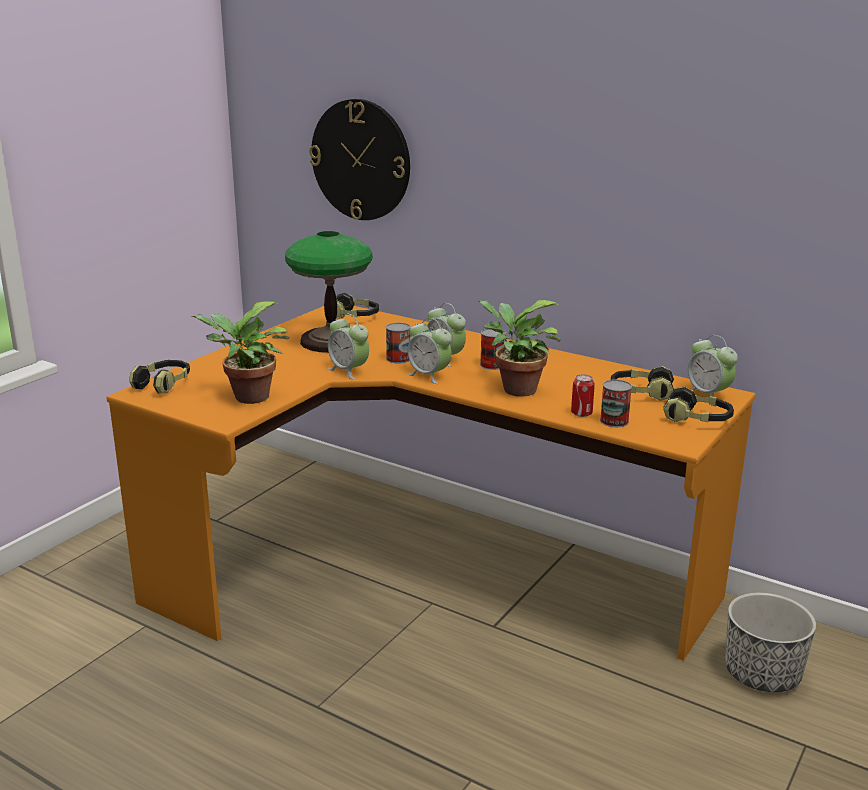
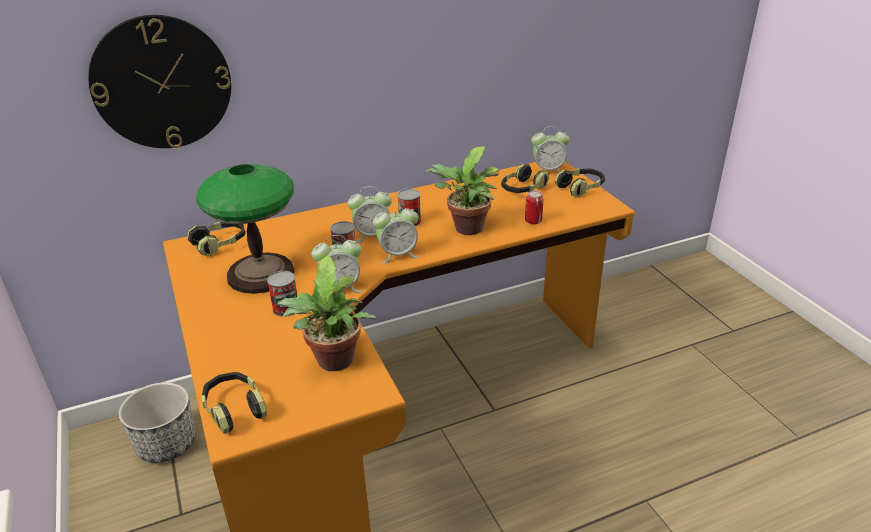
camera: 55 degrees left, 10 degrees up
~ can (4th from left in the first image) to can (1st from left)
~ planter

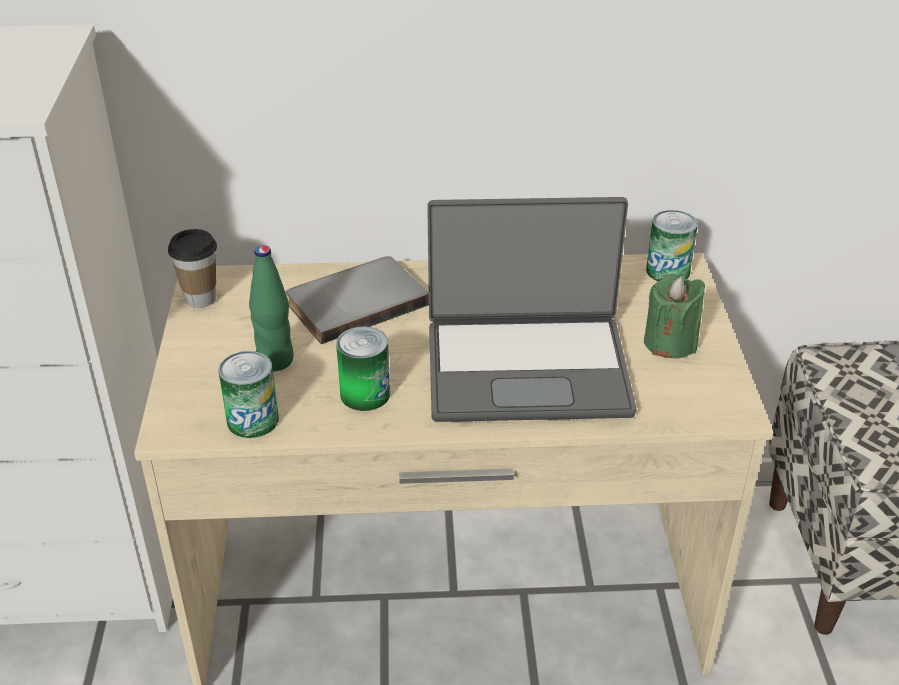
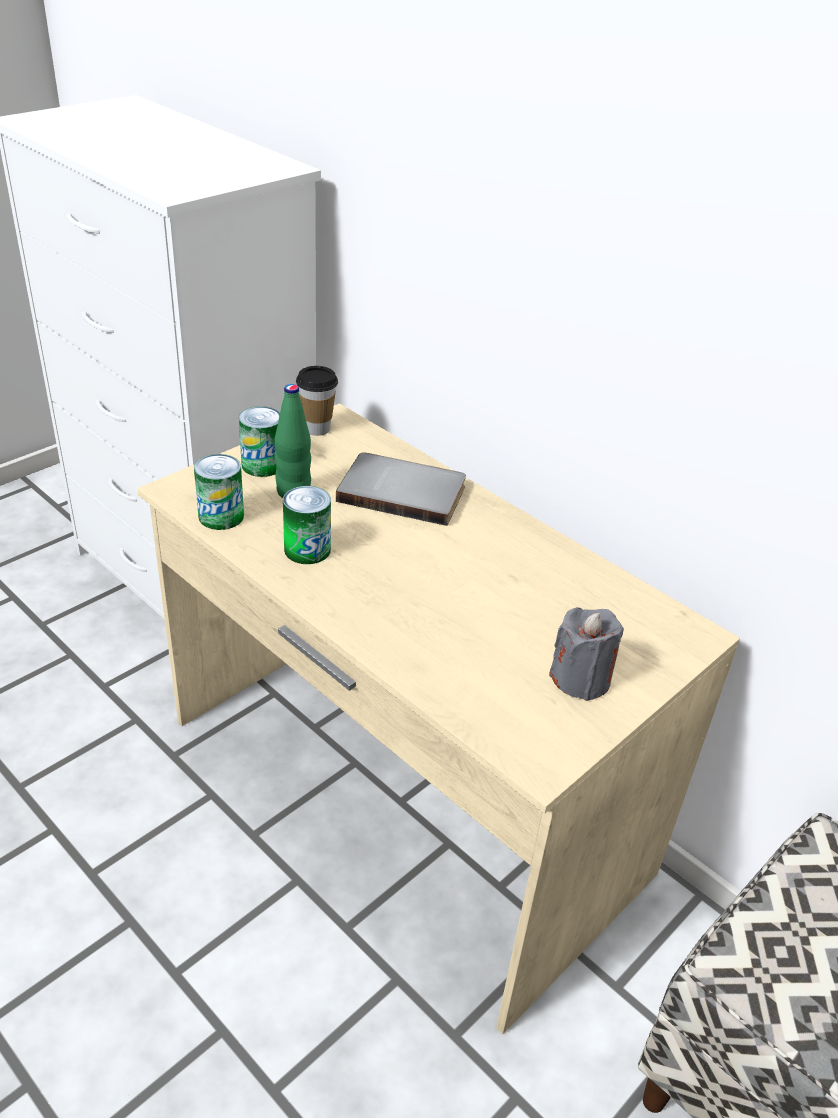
camera: 45 degrees right, 0 degrees up
- laptop
~ can (3rd from left in the first image) to can (2nd from left)
~ green candle to grey candle

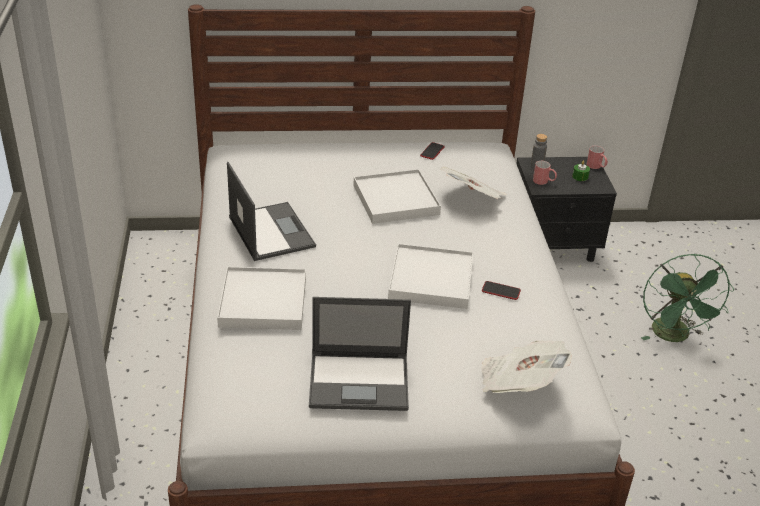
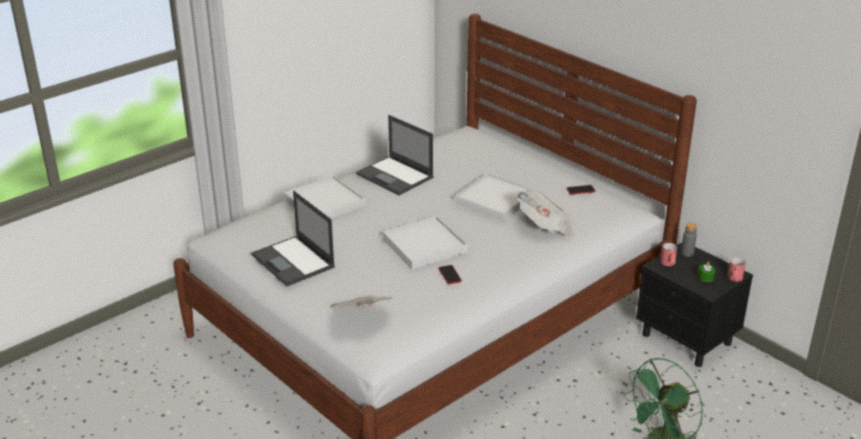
camera: 55 degrees right, 5 degrees down
~ laptop (1st from left in the first image) 105 degrees clockwise

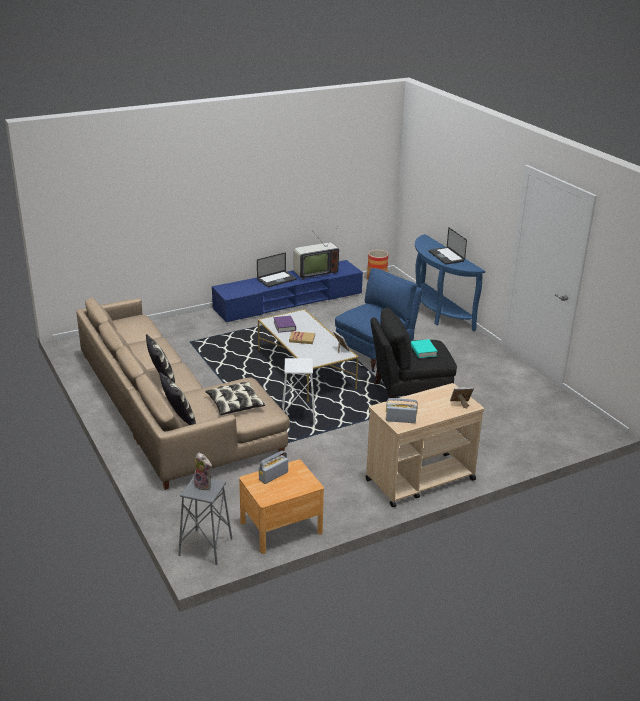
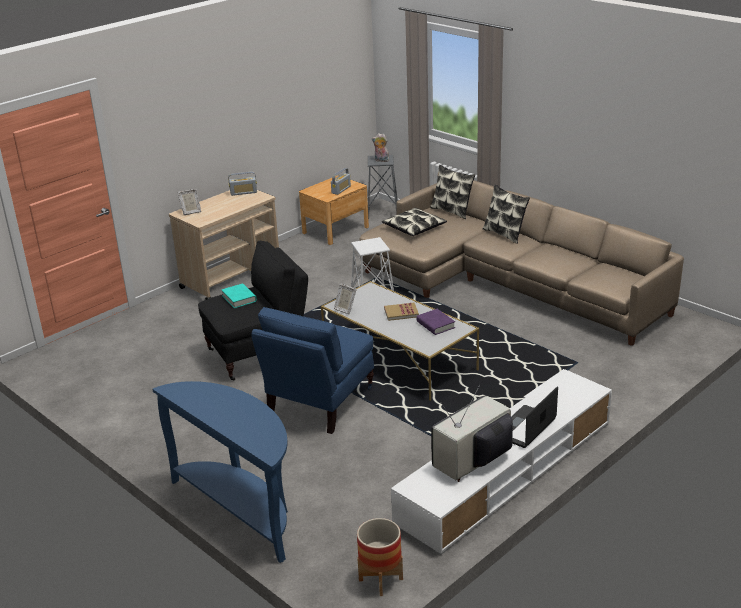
camera: 165 degrees right, 0 degrees up
- laptop (2nd from left)
~ blue tv stand to white tv stand

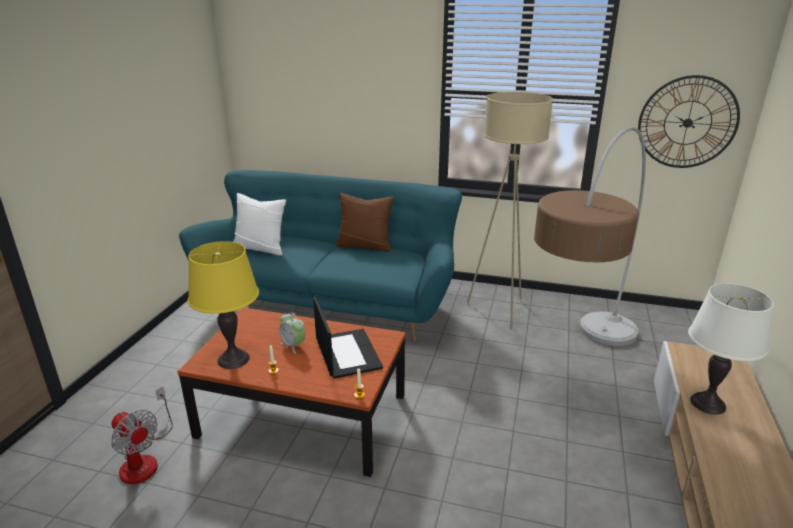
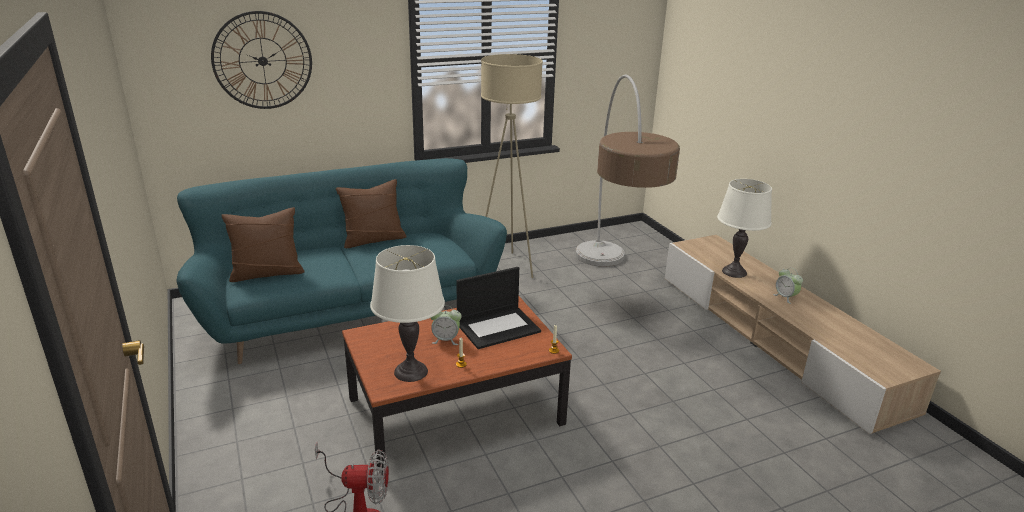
camera: 40 degrees left, 0 degrees up
~ wall clock
~ white pillow to brown pillow (1st from left)
~ yellow table lamp to white table lamp (1st from left)
~ laptop 120 degrees clockwise
+ alarm clock (2nd from left)

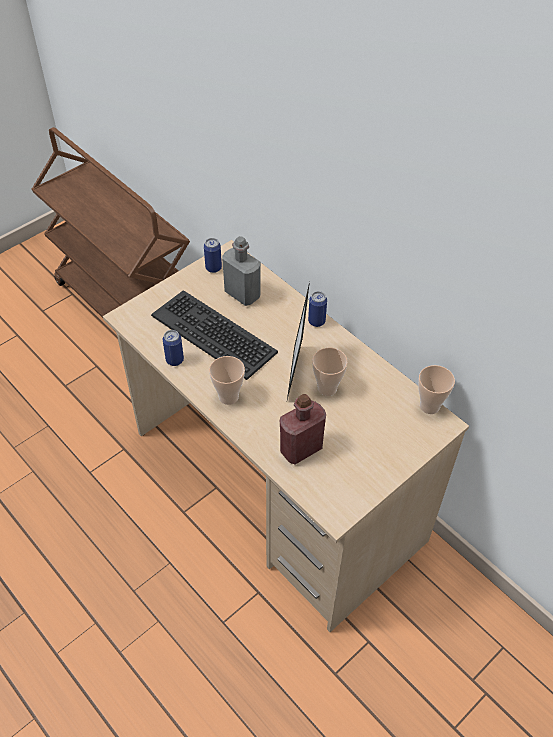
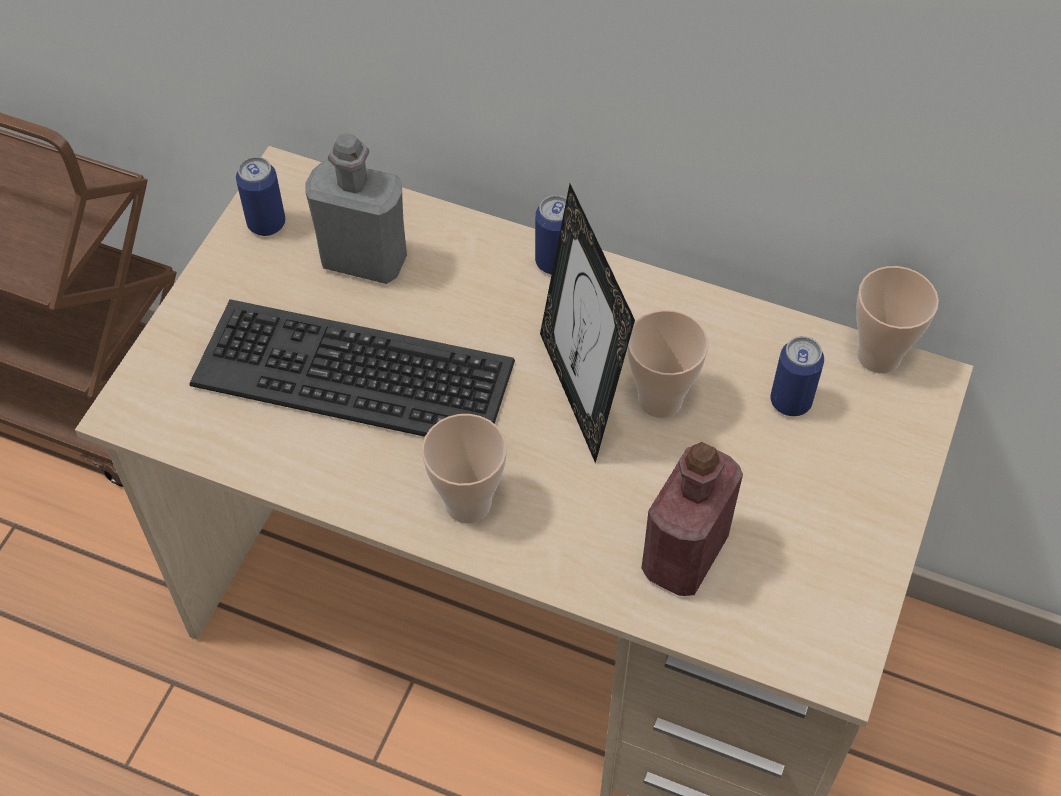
camera: 25 degrees left, 5 degrees up
~ can (1st from left in the first image) to can (3rd from left)

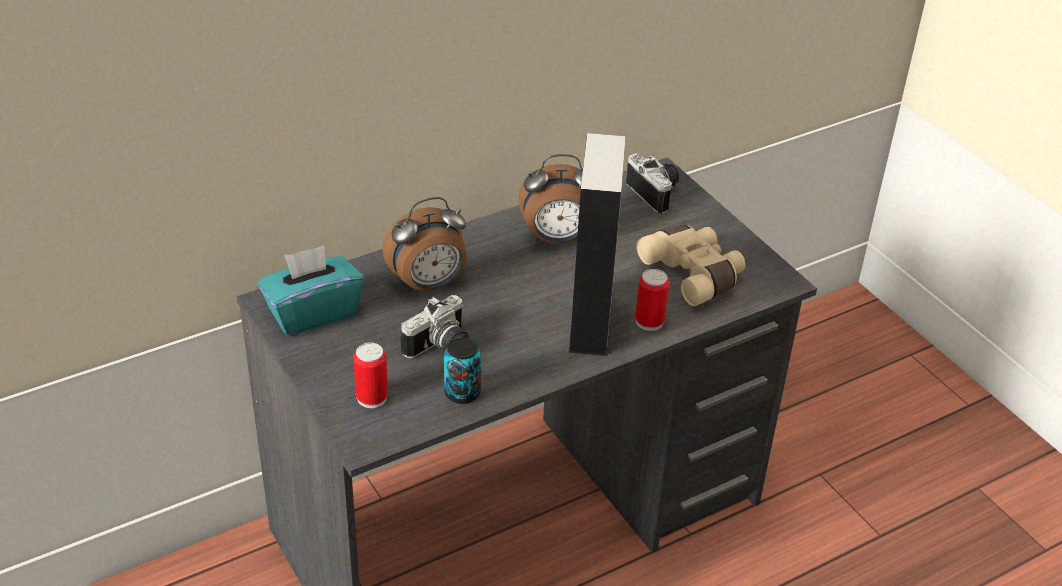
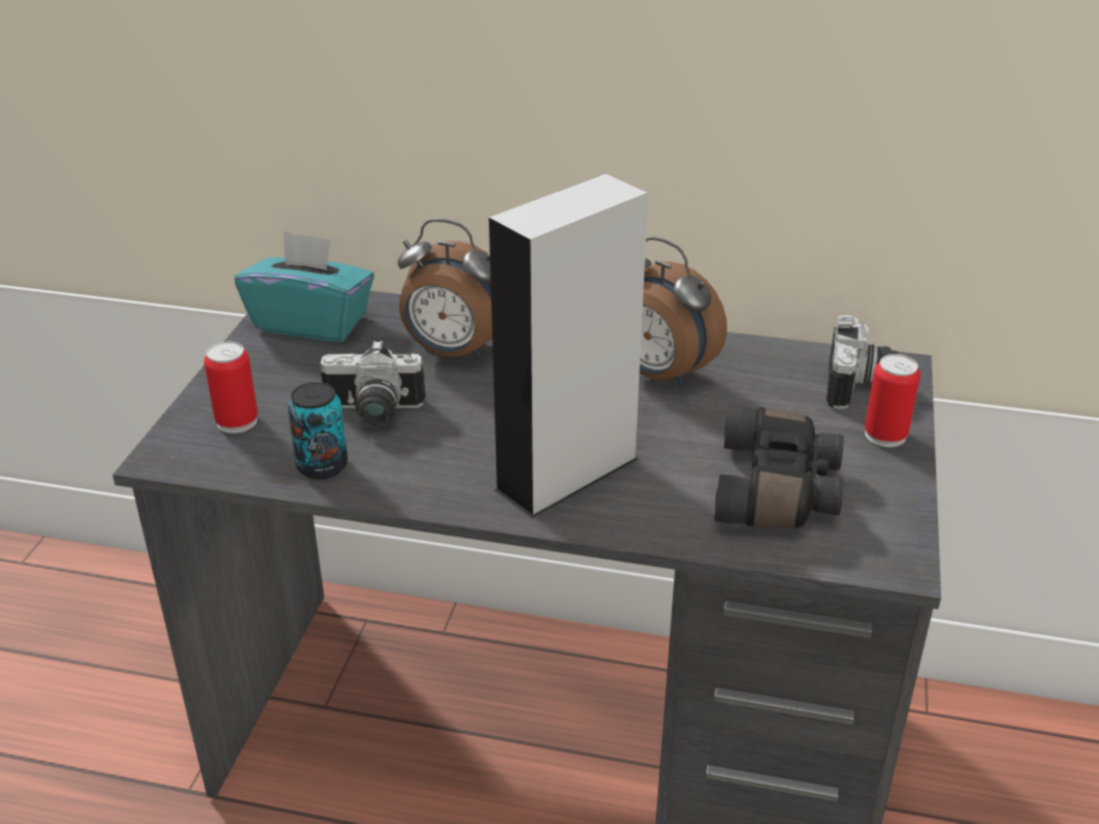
camera: 45 degrees right, 5 degrees down
~ beige binoculars to black binoculars
~ can (3rd from left)

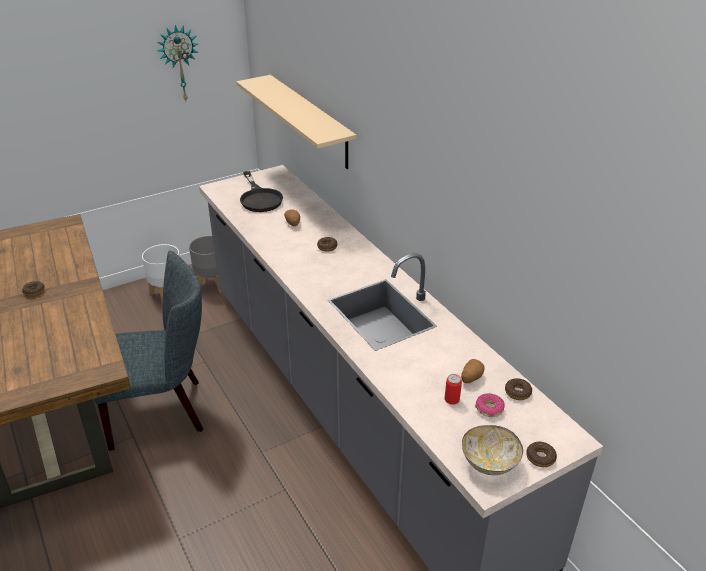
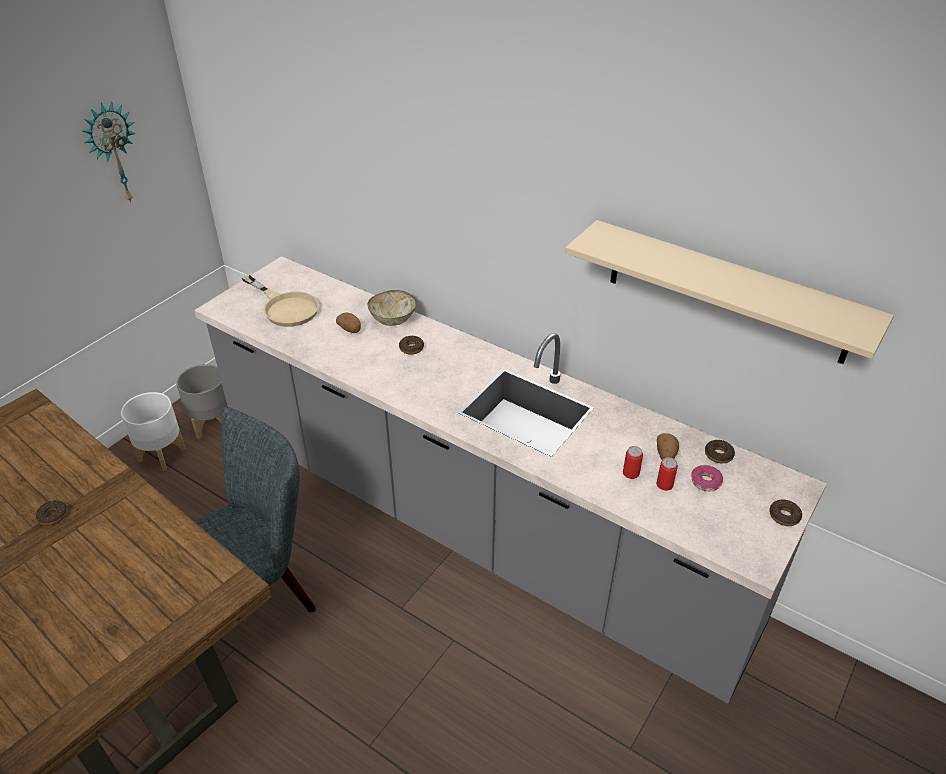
camera: 25 degrees left, 5 degrees up
~ beige shelf
~ black frying pan to beige frying pan
~ bowl
+ can (1st from left)

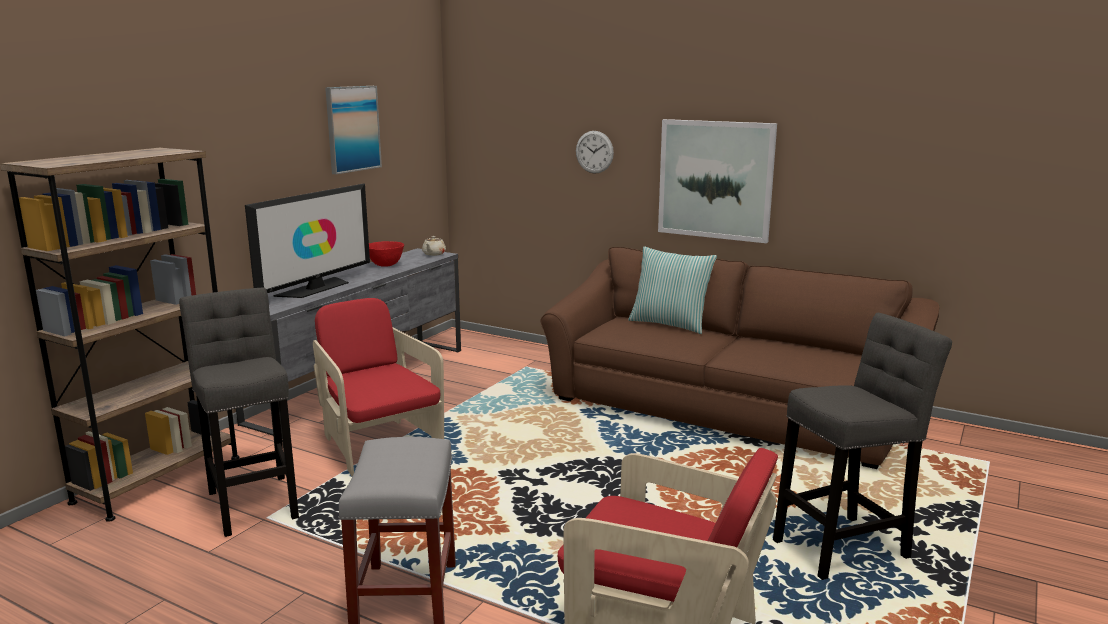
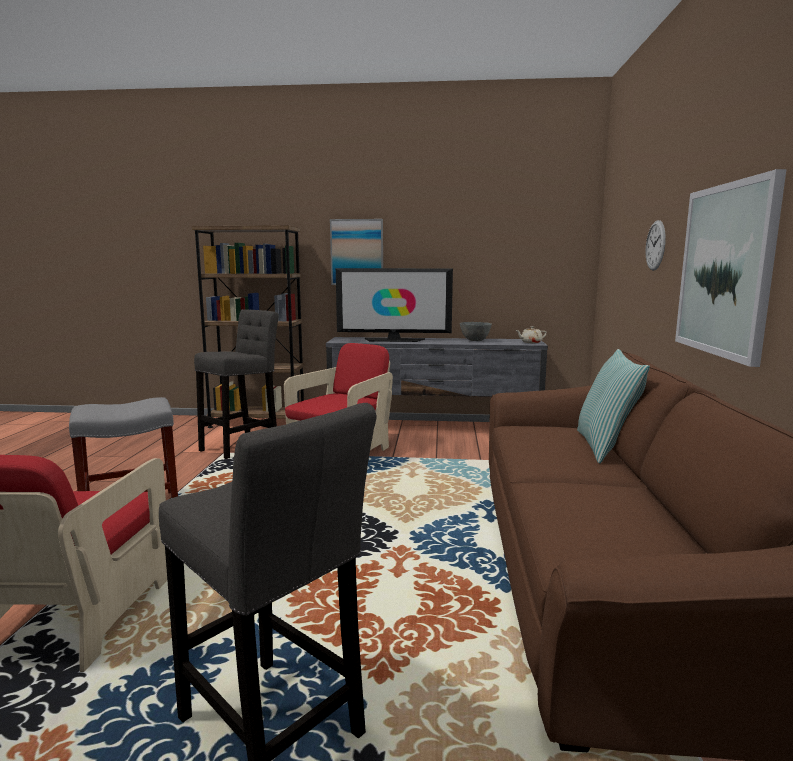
camera: 65 degrees right, 5 degrees down
~ picture (1st from left)
~ red bowl to grey bowl

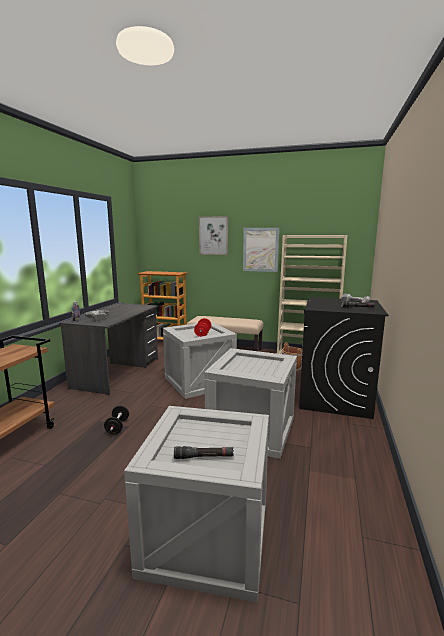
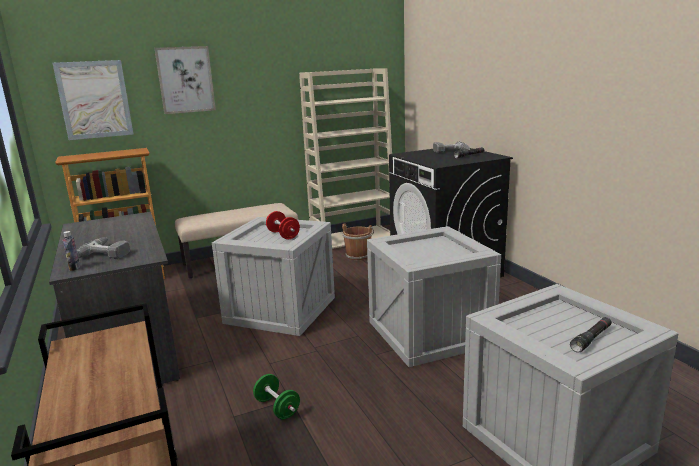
camera: 40 degrees left, 5 degrees up
~ picture (2nd from left in the first image) to picture (1st from left)
~ black dumbbell to green dumbbell

